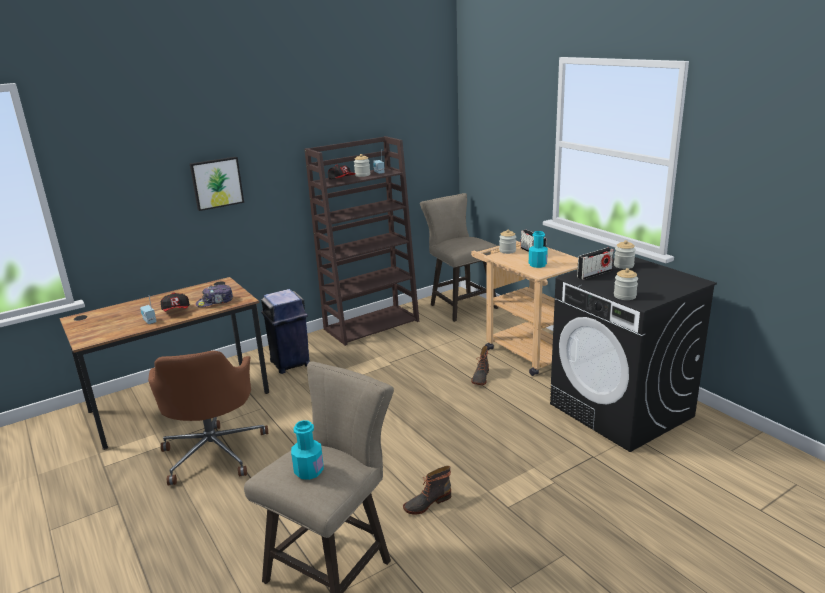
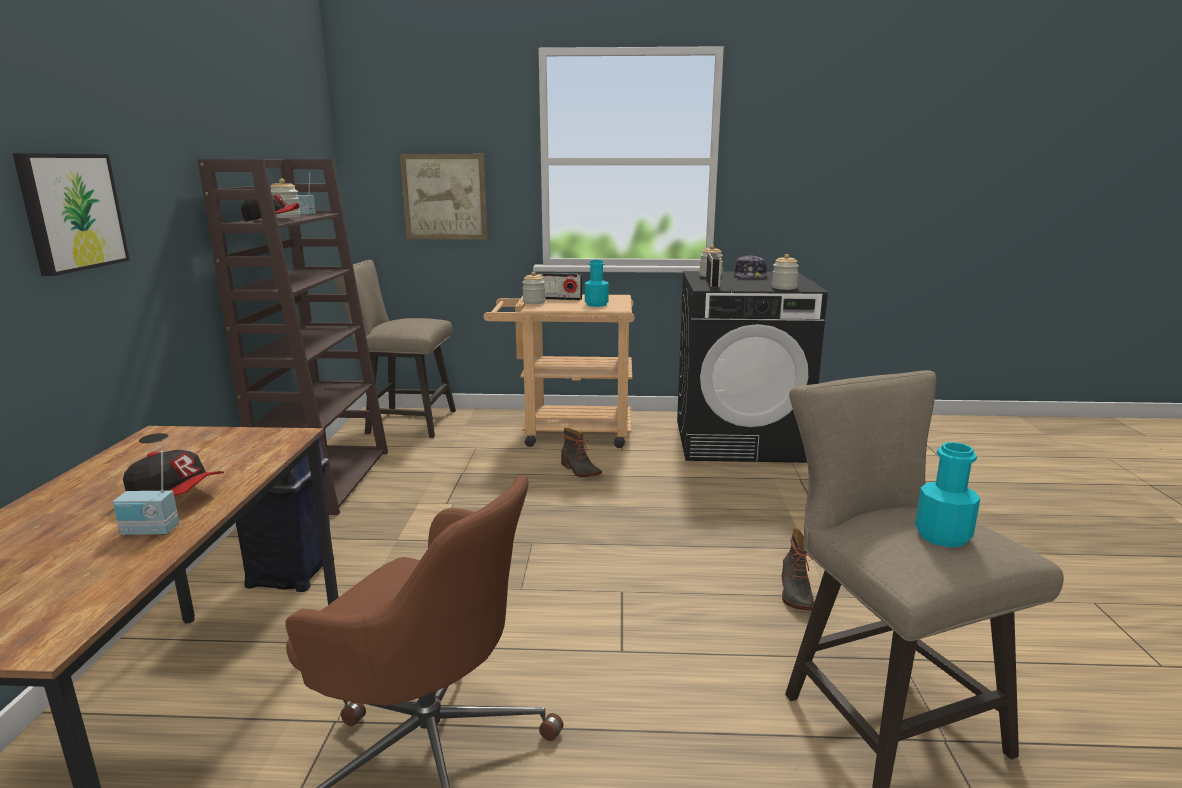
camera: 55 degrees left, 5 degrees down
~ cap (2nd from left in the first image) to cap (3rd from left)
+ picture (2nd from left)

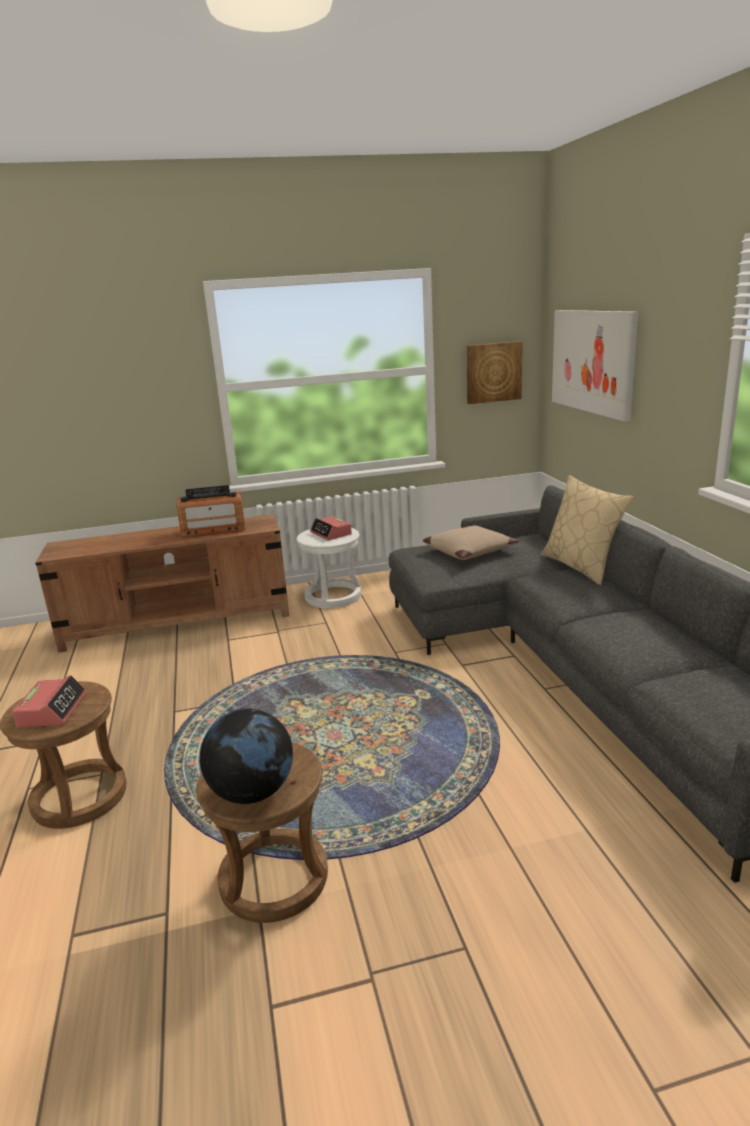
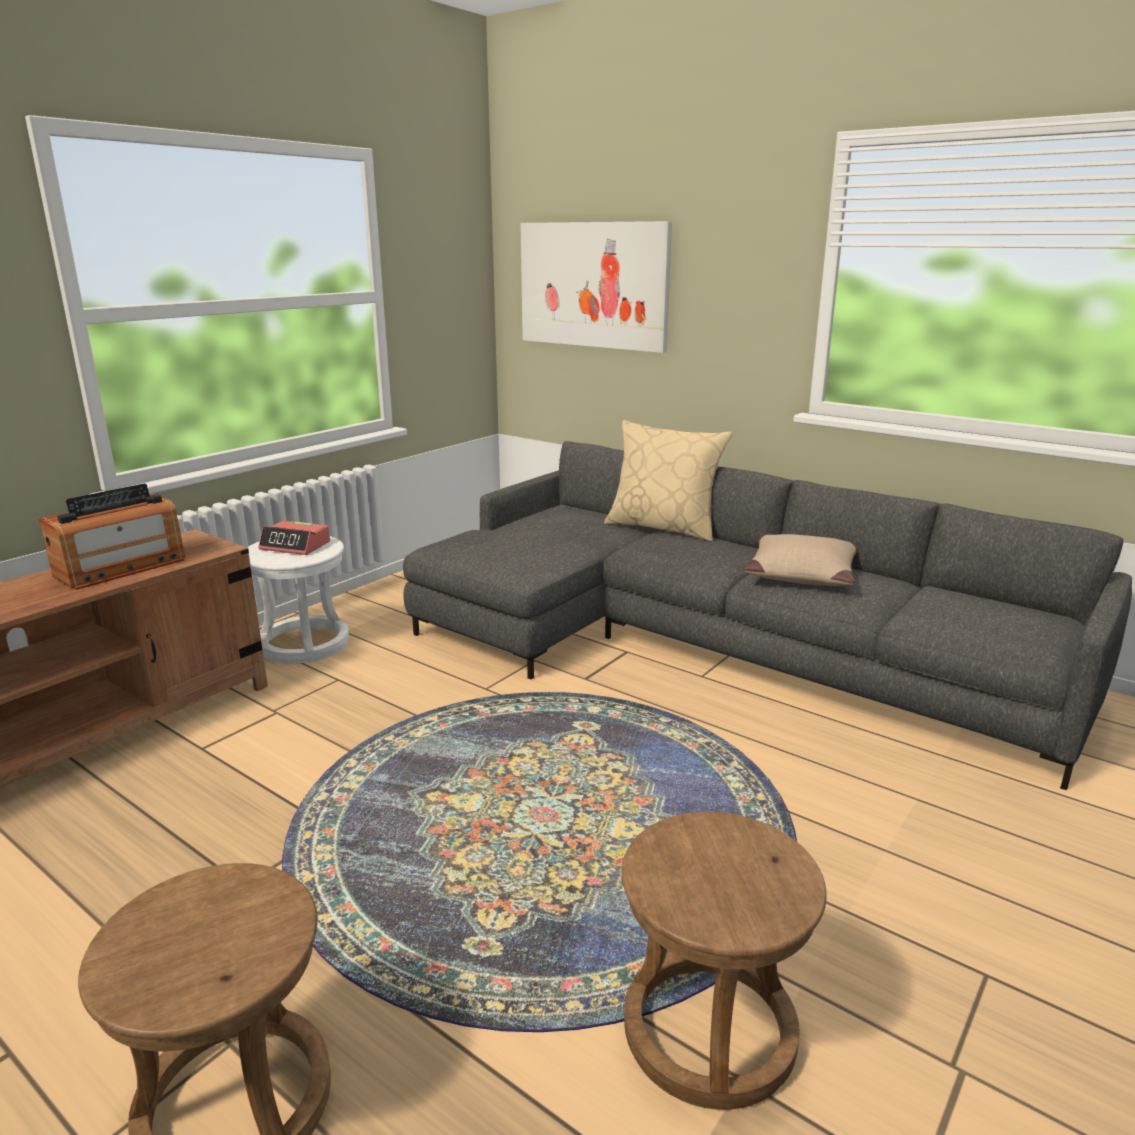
camera: 40 degrees left, 0 degrees up
- picture (1st from left)
~ beige pillow (1st from left in the first image) to beige pillow (2nd from left)
- alarm clock (1st from left)
- globe

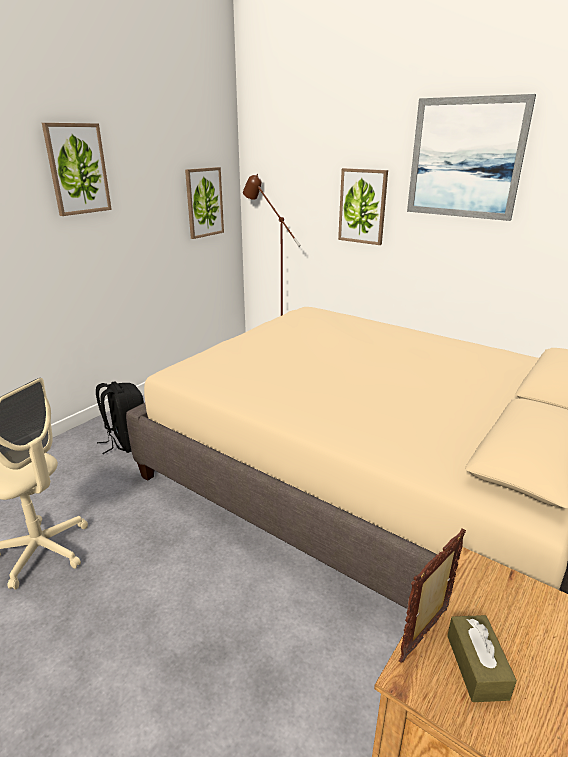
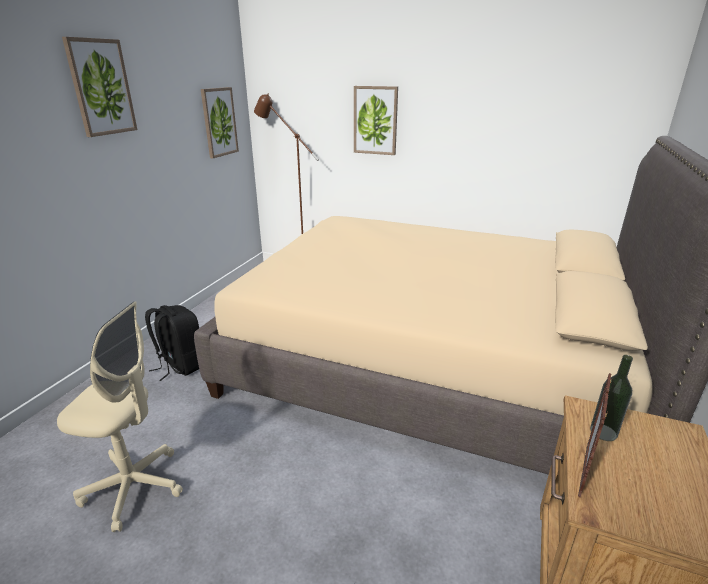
camera: 15 degrees left, 0 degrees up
- picture (4th from left)
- brown tissue box
+ bottle

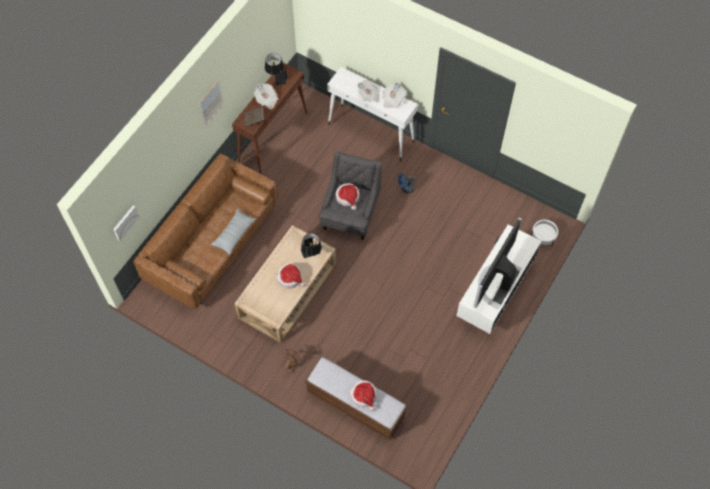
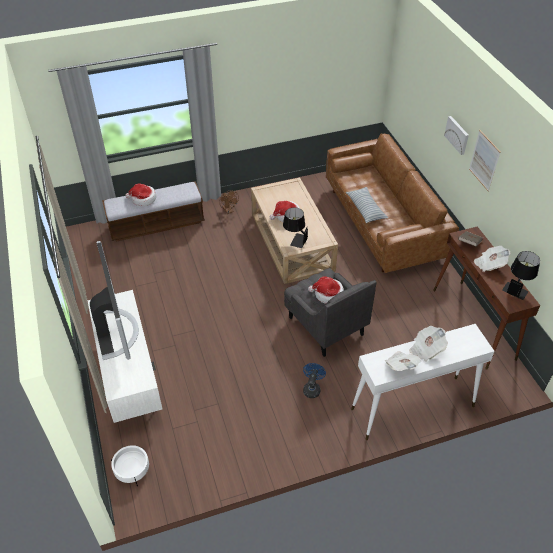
camera: 130 degrees right, 15 degrees down
~ picture (1st from left)

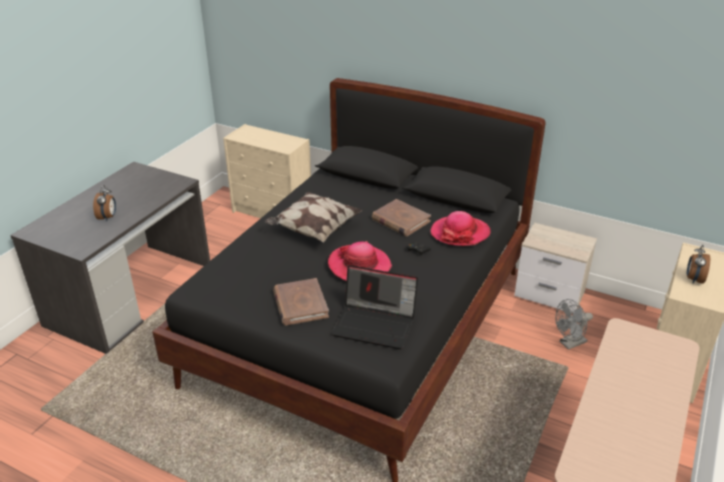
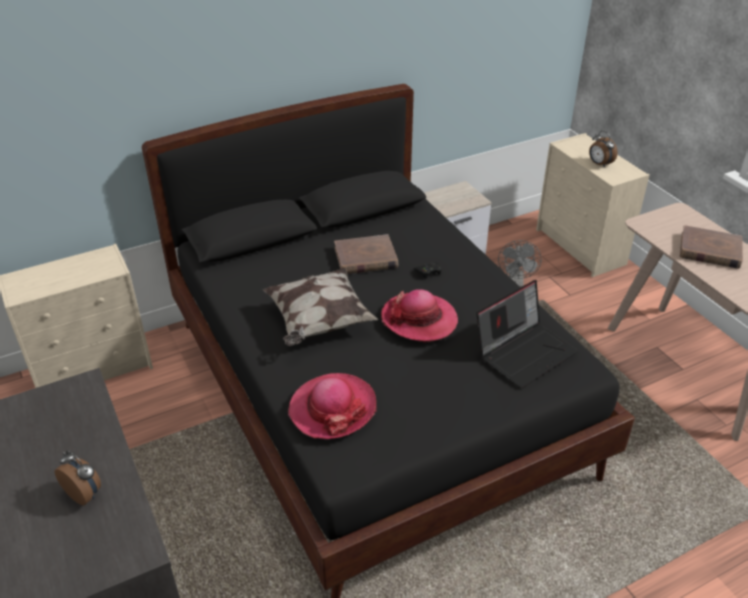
camera: 55 degrees left, 5 degrees up
~ hat (2nd from left in the first image) to hat (1st from left)
~ brown book (1st from left in the first image) to brown book (2nd from left)

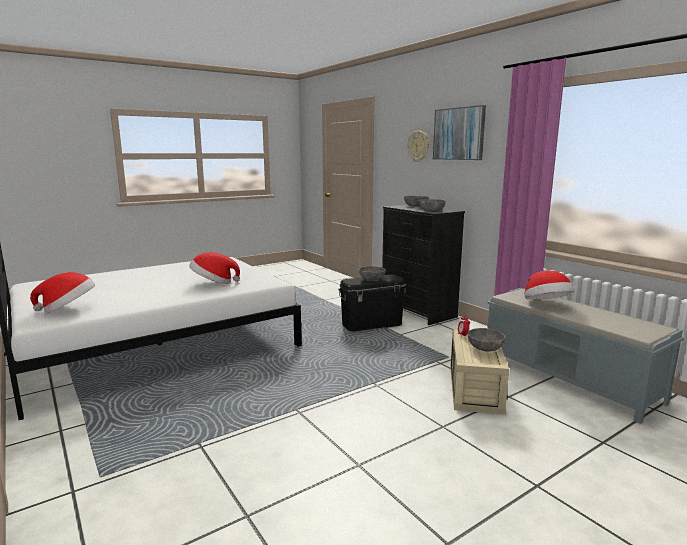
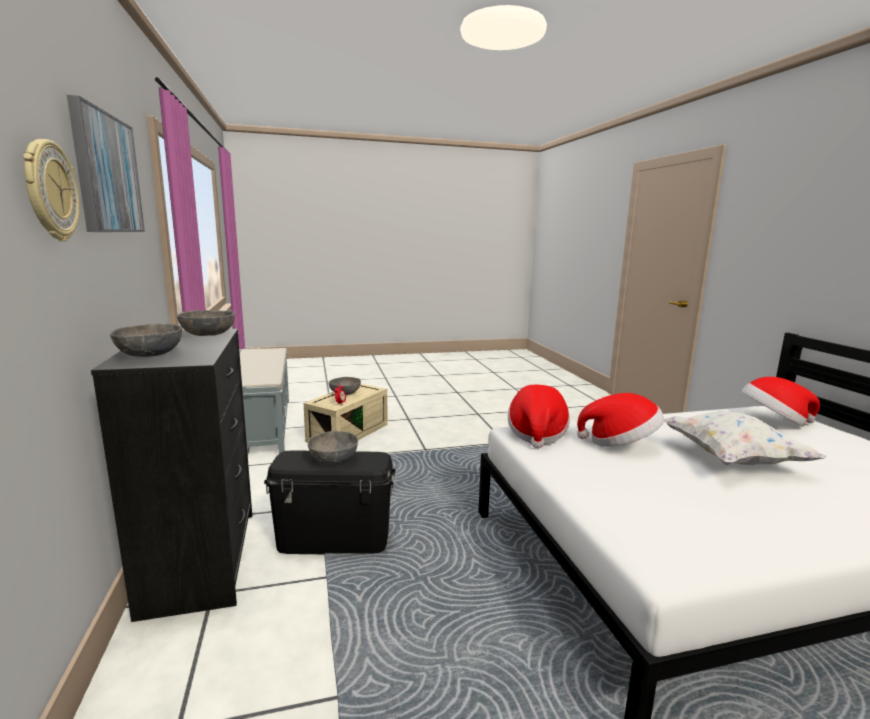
camera: 160 degrees left, 0 degrees up
~ hat (3rd from left in the first image) to hat (1st from left)
+ white pillow

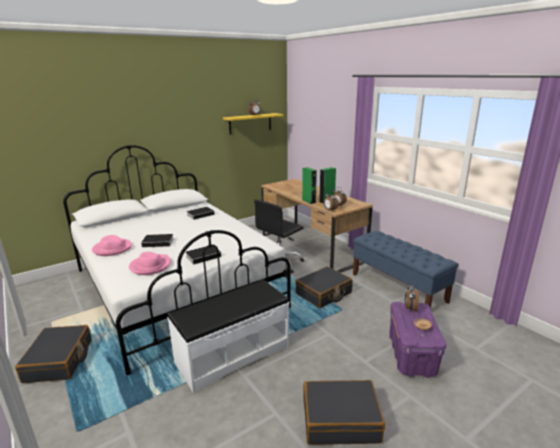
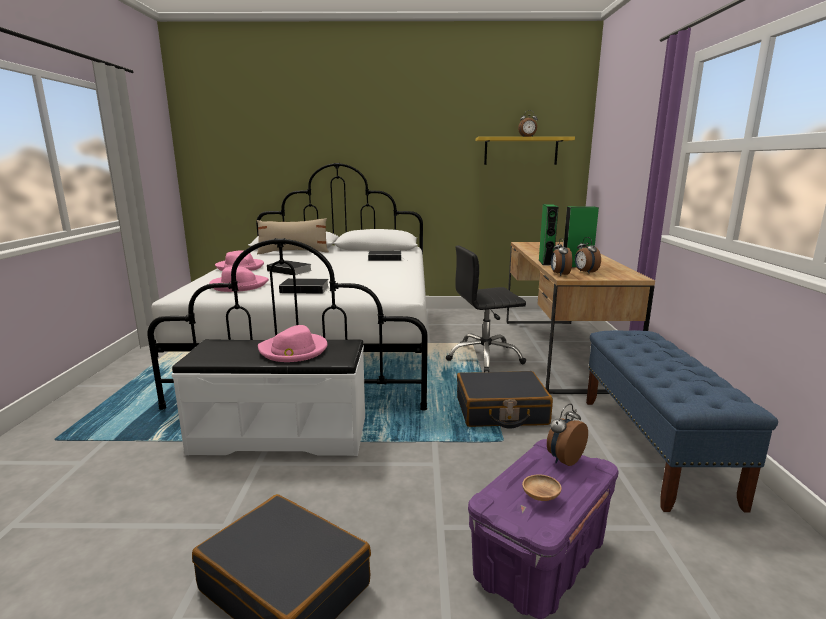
camera: 35 degrees right, 5 degrees down
- black suitcase (1st from left)
+ beige pillow
+ pink hat (3rd from left)

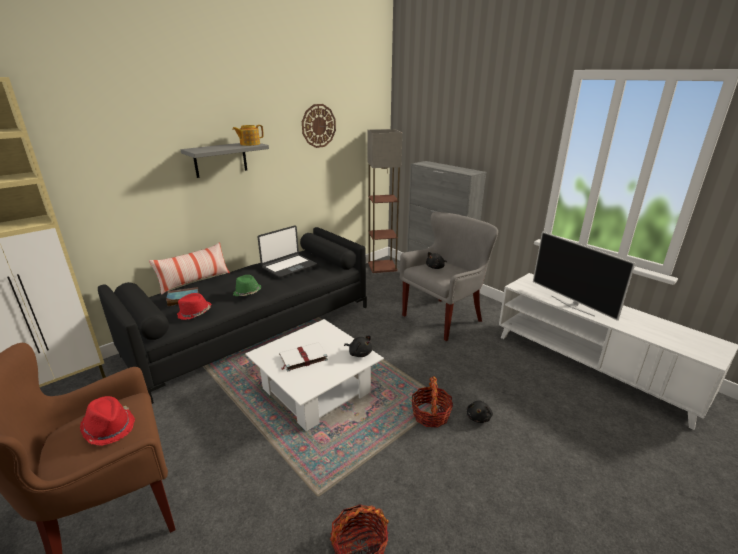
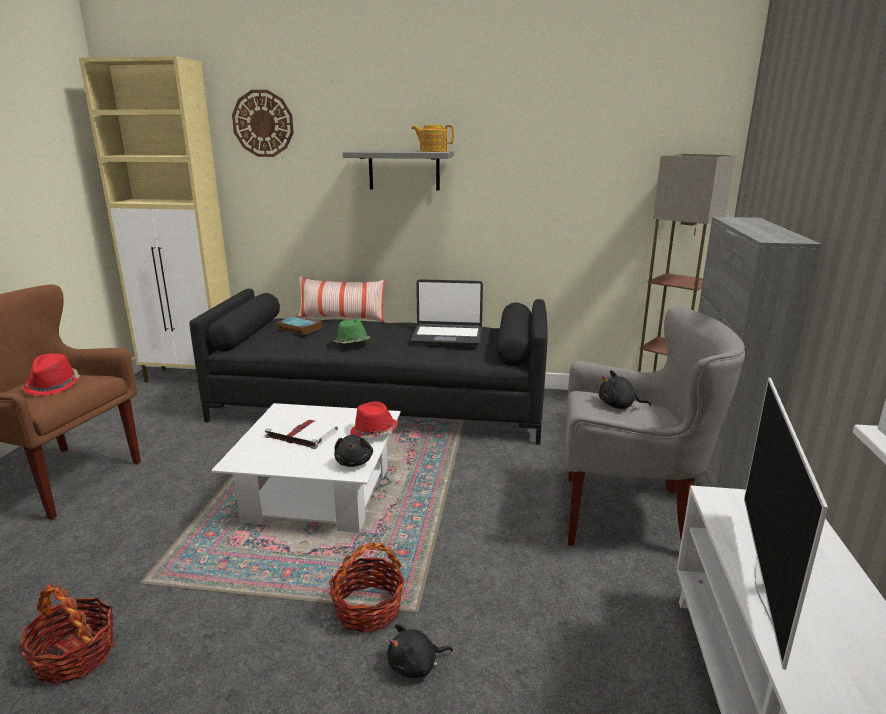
camera: 50 degrees right, 5 degrees down
~ wall clock
~ red hat (2nd from left)

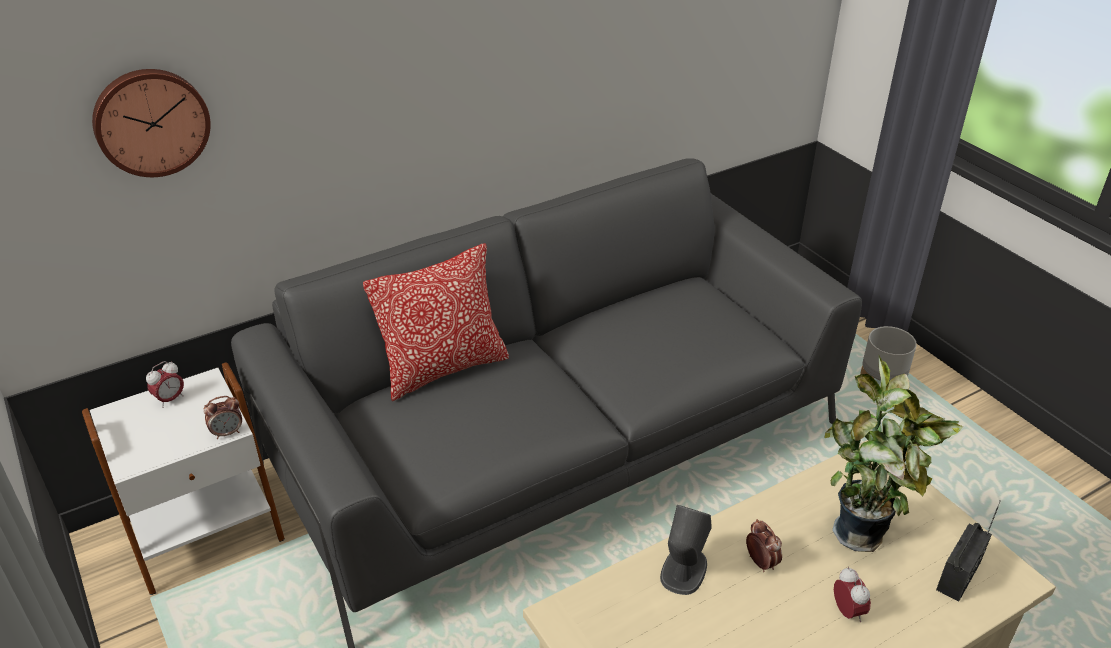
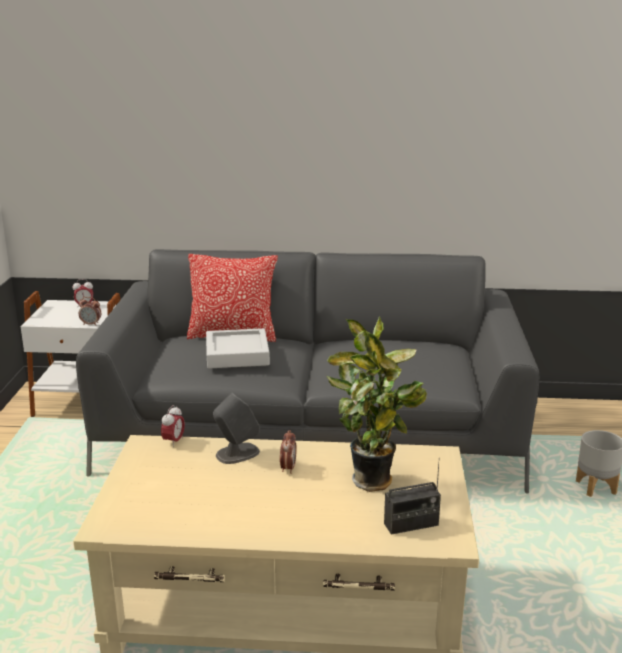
camera: 35 degrees right, 15 degrees down
- wall clock
~ alarm clock (4th from left in the first image) to alarm clock (3rd from left)
+ grey tray

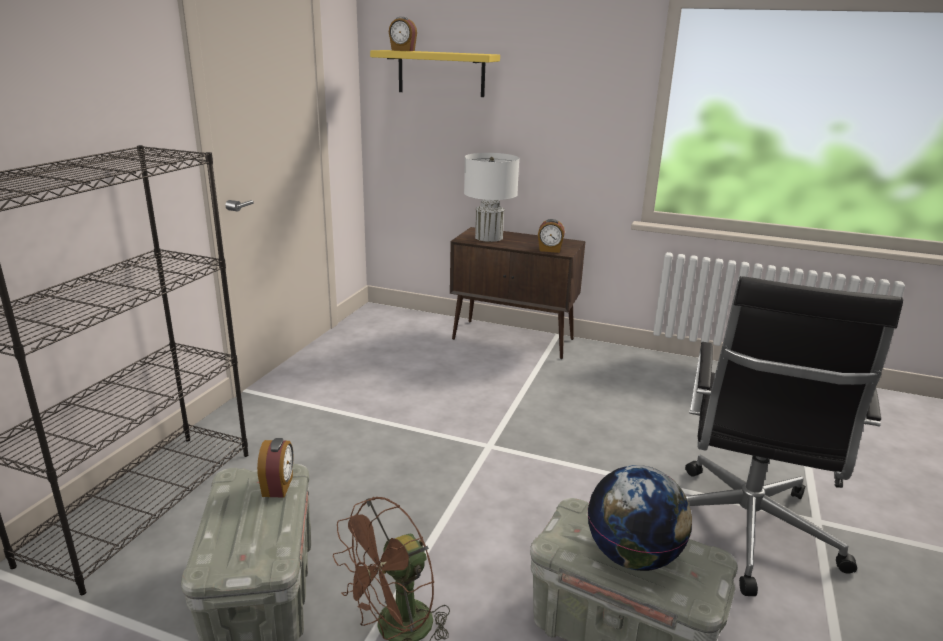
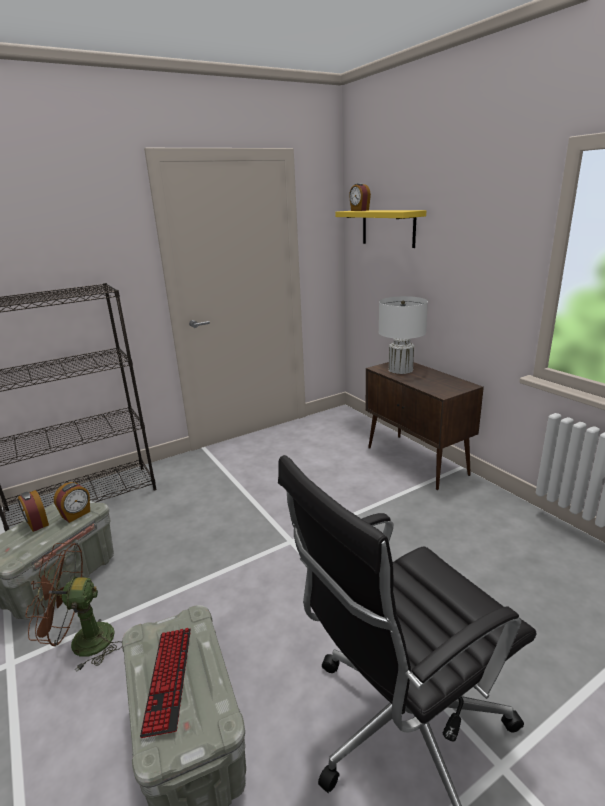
camera: 40 degrees right, 0 degrees up
~ alarm clock (3rd from left in the first image) to alarm clock (1st from left)
~ globe to keyboard

